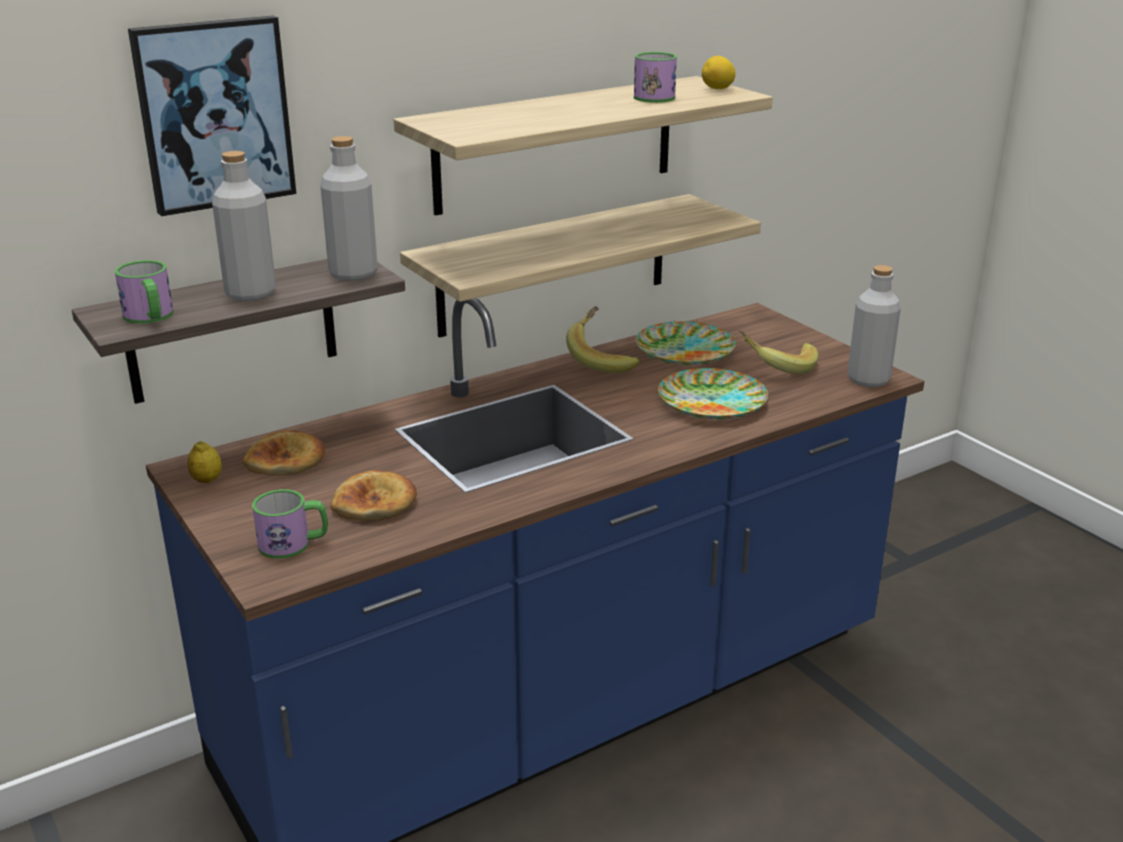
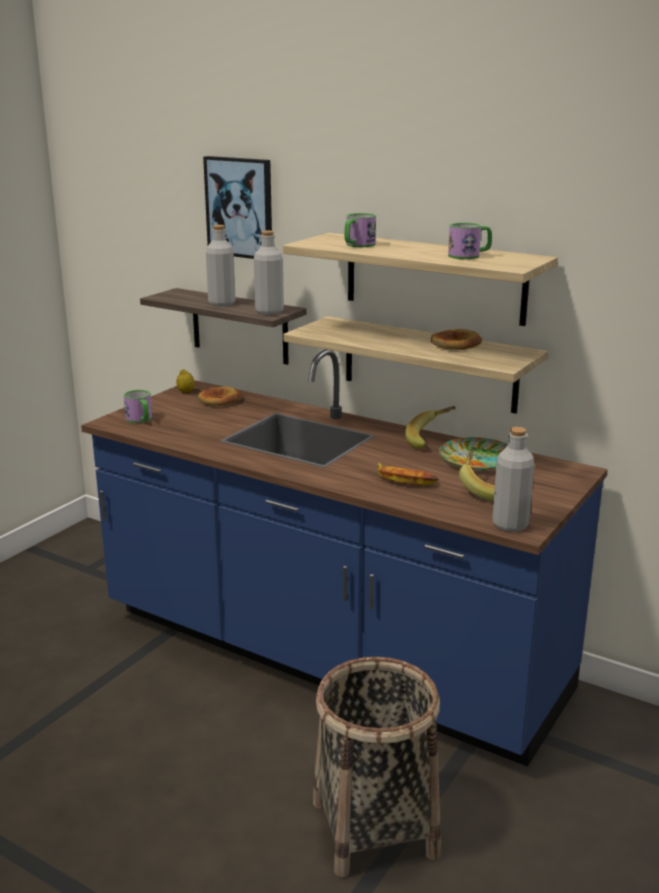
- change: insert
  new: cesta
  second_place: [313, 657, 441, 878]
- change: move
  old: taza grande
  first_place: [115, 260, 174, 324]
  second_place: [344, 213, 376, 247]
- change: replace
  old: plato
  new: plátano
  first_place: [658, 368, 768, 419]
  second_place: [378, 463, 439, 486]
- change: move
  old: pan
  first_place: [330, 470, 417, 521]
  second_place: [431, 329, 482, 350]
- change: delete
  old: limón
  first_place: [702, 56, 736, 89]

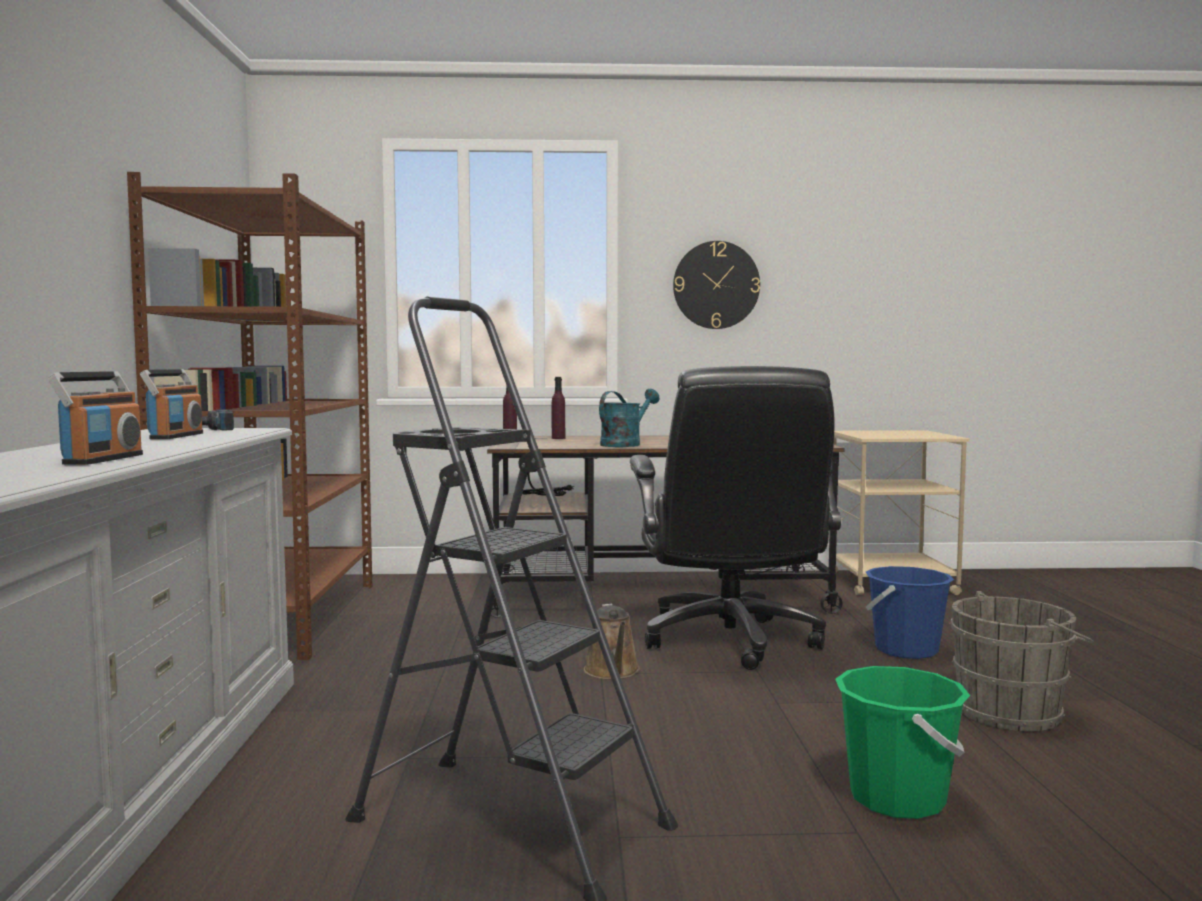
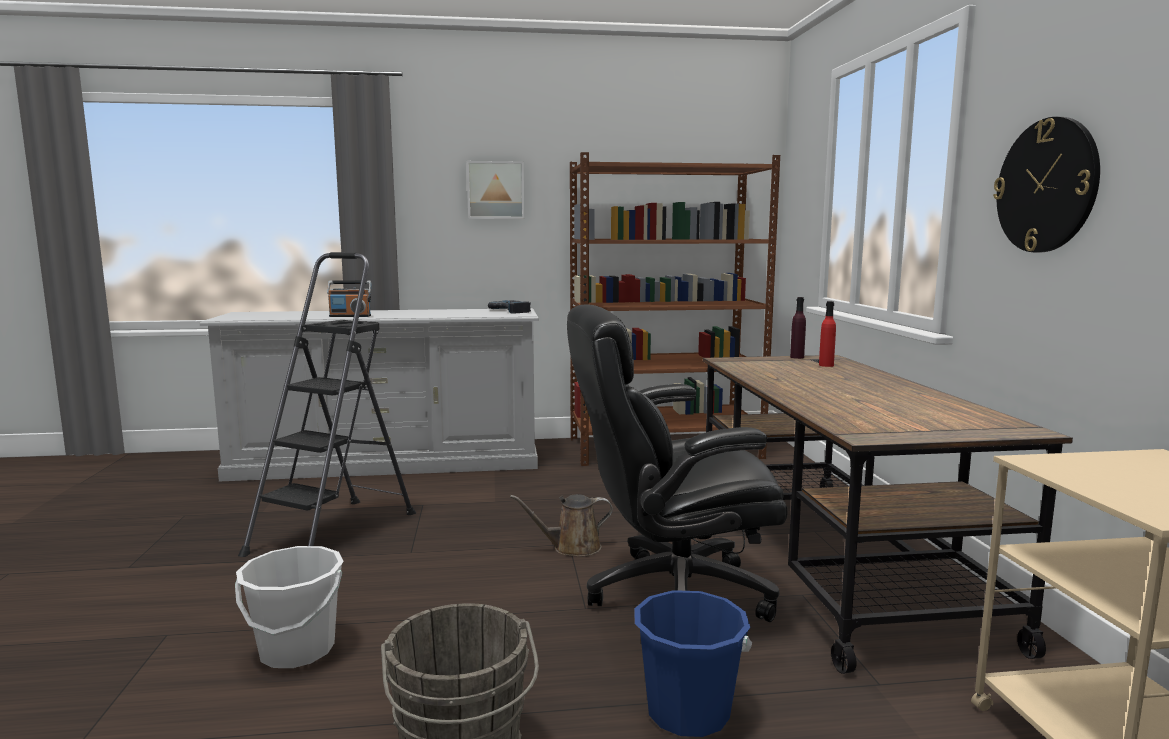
- change: recolor
  old: cubo [verde]
  new: cubo [blanco]
  first_place: [835, 666, 970, 819]
  second_place: [235, 546, 344, 668]
- change: insert
  new: cuadro
  second_place: [467, 161, 524, 219]
- change: recolor
  old: botella [morado]
  new: botella [rojo]
  first_place: [552, 377, 565, 439]
  second_place: [819, 301, 836, 367]
- change: delete
  old: radio
  first_place: [140, 369, 203, 439]
- change: delete
  old: regadera [turquesa]
  first_place: [599, 389, 660, 447]

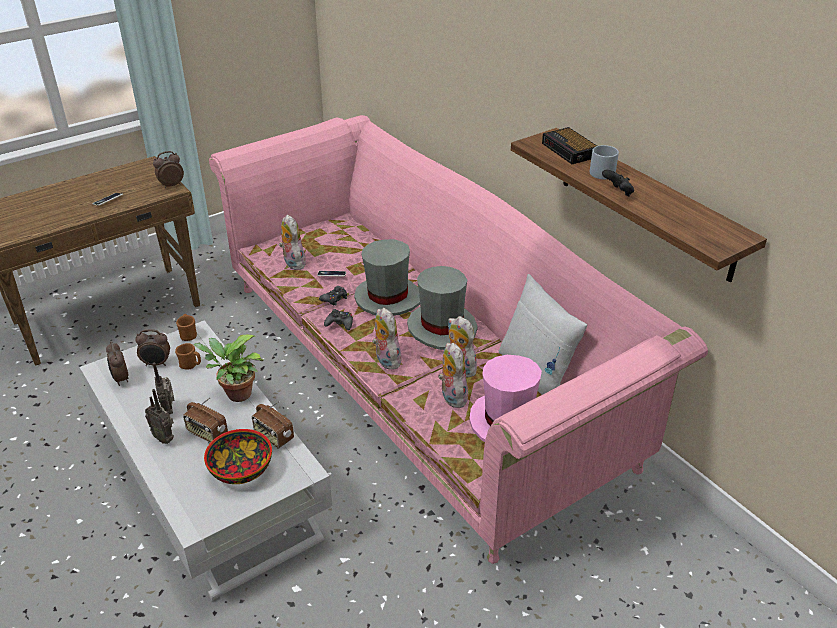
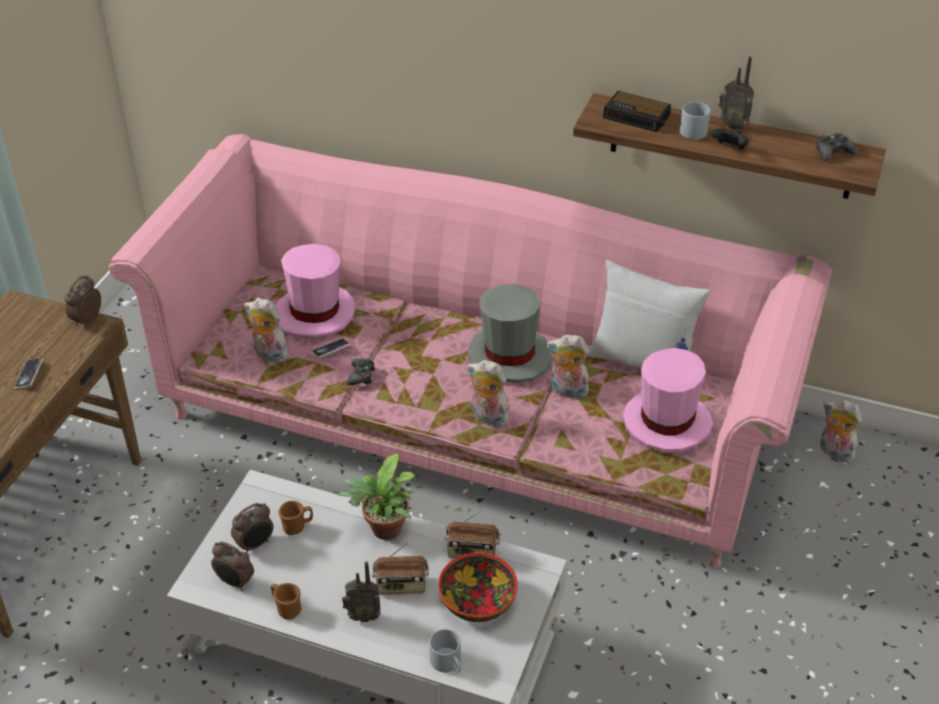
- change: move
  old: taza grande [marrón]
  first_place: [176, 314, 197, 341]
  second_place: [271, 583, 302, 620]
- change: insert
  new: sombrero [rosa]
  second_place: [276, 244, 355, 338]
- change: insert
  new: taza grande [gris]
  second_place: [429, 629, 461, 673]
- change: move
  old: radio
  first_place: [153, 362, 174, 415]
  second_place: [719, 56, 754, 130]
- change: move
  old: mando de consola [negro]
  first_place: [324, 309, 353, 330]
  second_place: [816, 133, 858, 161]
- change: move
  old: peluche
  first_place: [438, 343, 468, 408]
  second_place: [820, 400, 862, 462]
- change: delete
  old: sombrero [gris]
  first_place: [354, 239, 420, 316]

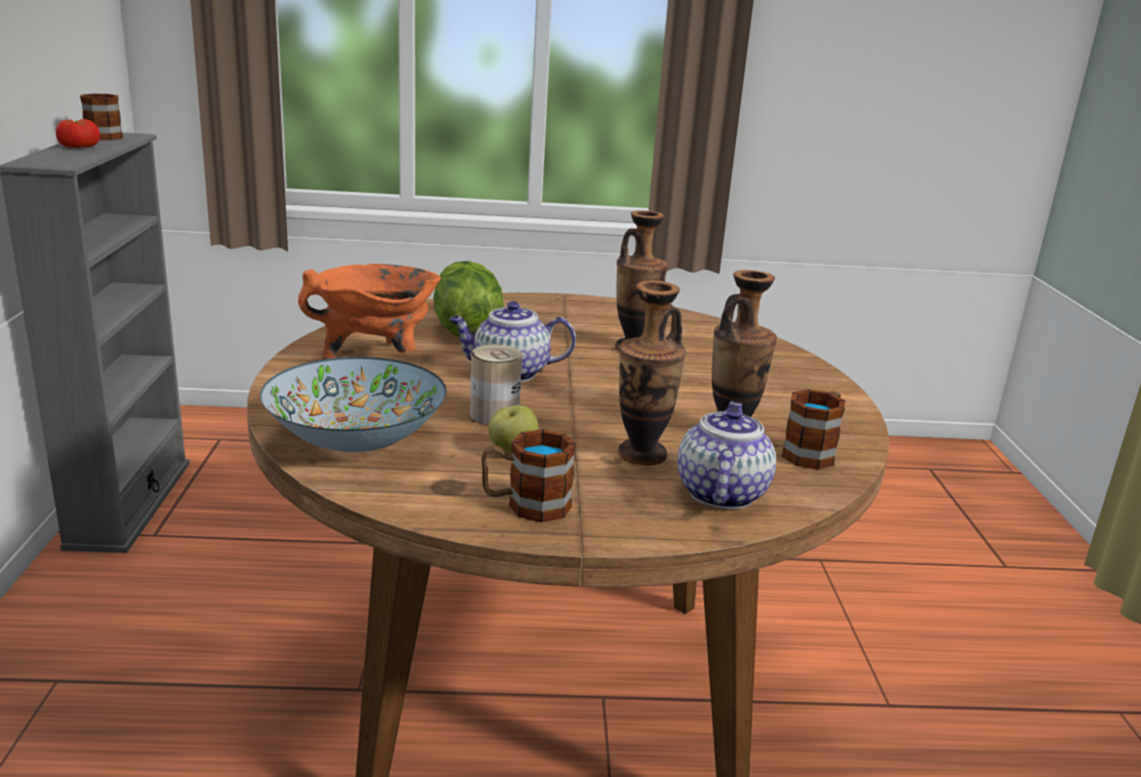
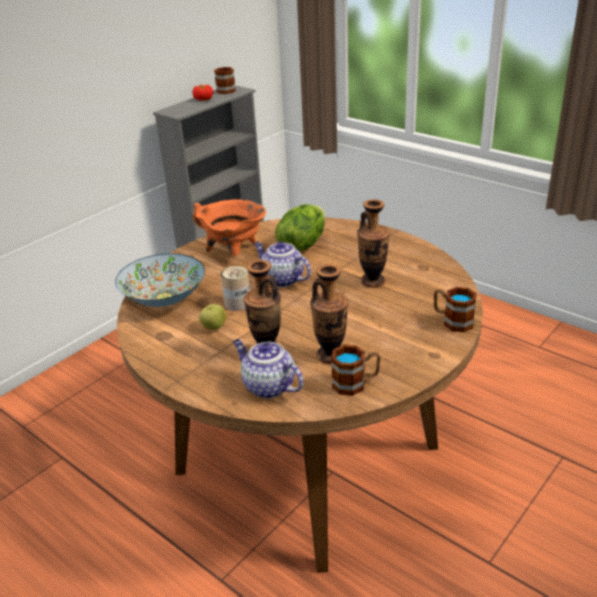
- change: rotate
  old: tetera
  first_place: [677, 401, 776, 509]
  second_place: [233, 339, 304, 399]
  degrees: -105
- change: move
  old: taza grande
  first_place: [481, 429, 576, 522]
  second_place: [434, 287, 477, 332]

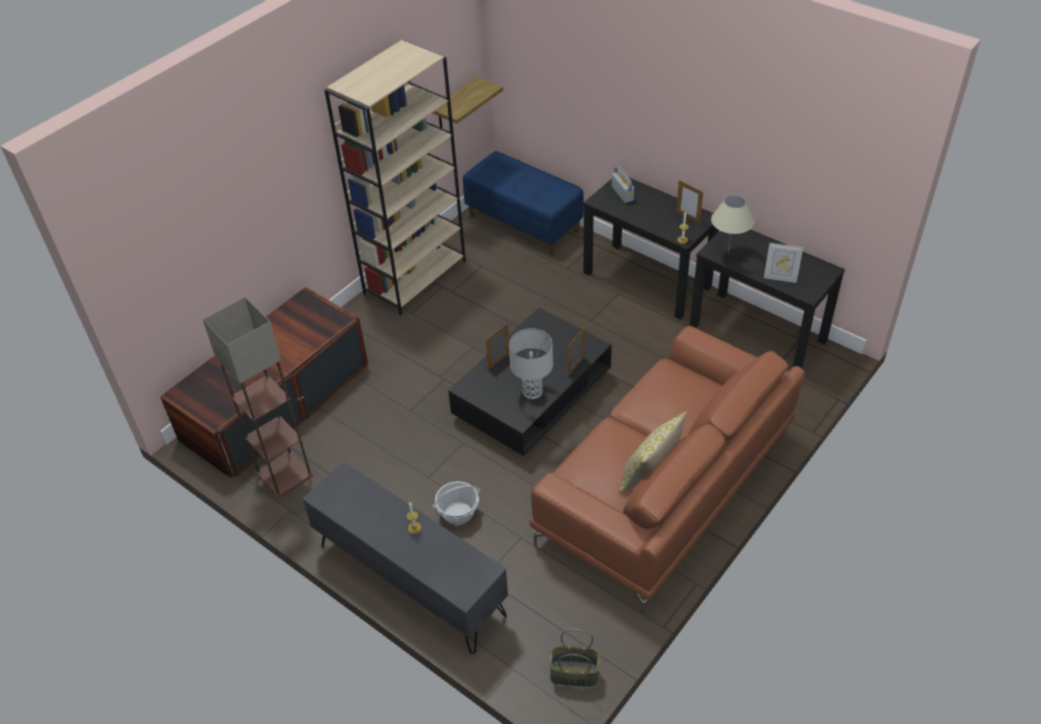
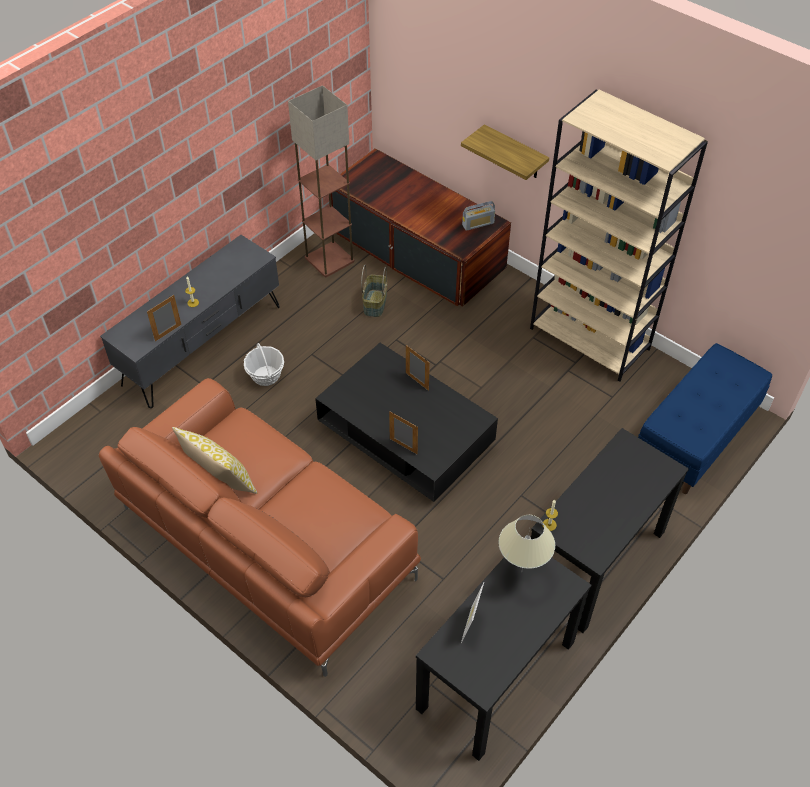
- change: move
  old: portarretratos
  first_place: [676, 180, 703, 224]
  second_place: [147, 295, 181, 342]
- change: move
  old: cesta
  first_place: [549, 629, 600, 687]
  second_place: [361, 265, 387, 317]
- change: move
  old: estante
  first_place: [433, 77, 503, 128]
  second_place: [461, 125, 549, 180]
- change: move
  old: radio
  first_place: [612, 166, 634, 203]
  second_place: [462, 201, 495, 231]
- change: delete
  old: lámpara de mesa [blanco]
  first_place: [509, 328, 553, 399]

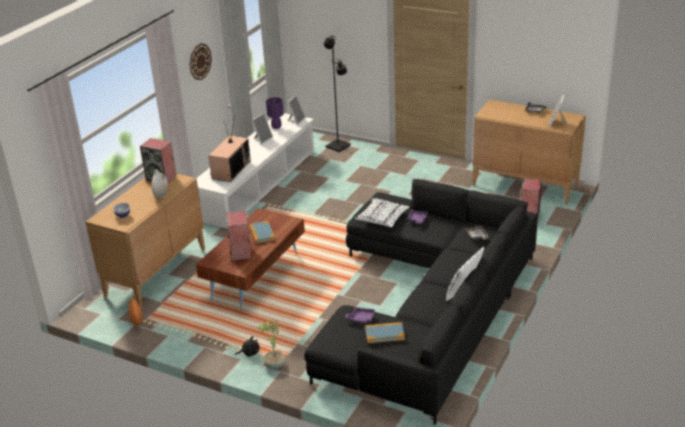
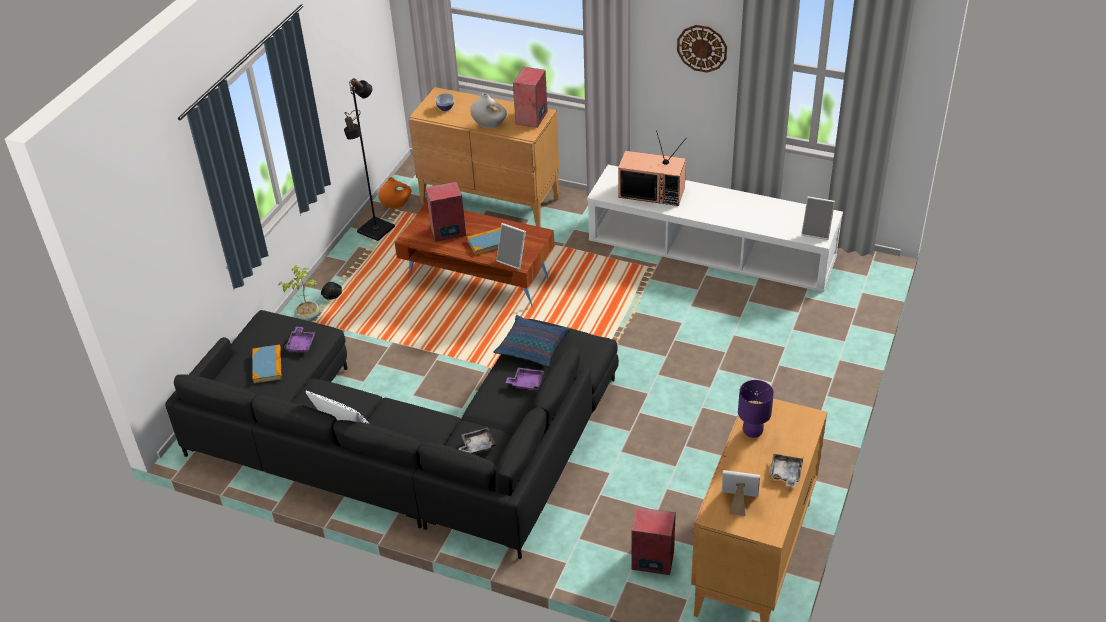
- change: move
  old: lámpara de pie [negro]
  first_place: [324, 35, 351, 152]
  second_place: [344, 78, 395, 241]
- change: recolor
  old: cojín [blanco]
  new: cojín [azul]
  first_place: [355, 198, 409, 227]
  second_place: [493, 315, 571, 367]
- change: move
  old: portarretratos
  first_place: [252, 113, 273, 144]
  second_place: [496, 223, 526, 269]
- change: move
  old: lámpara de mesa [morado]
  first_place: [266, 97, 284, 129]
  second_place: [738, 380, 774, 438]

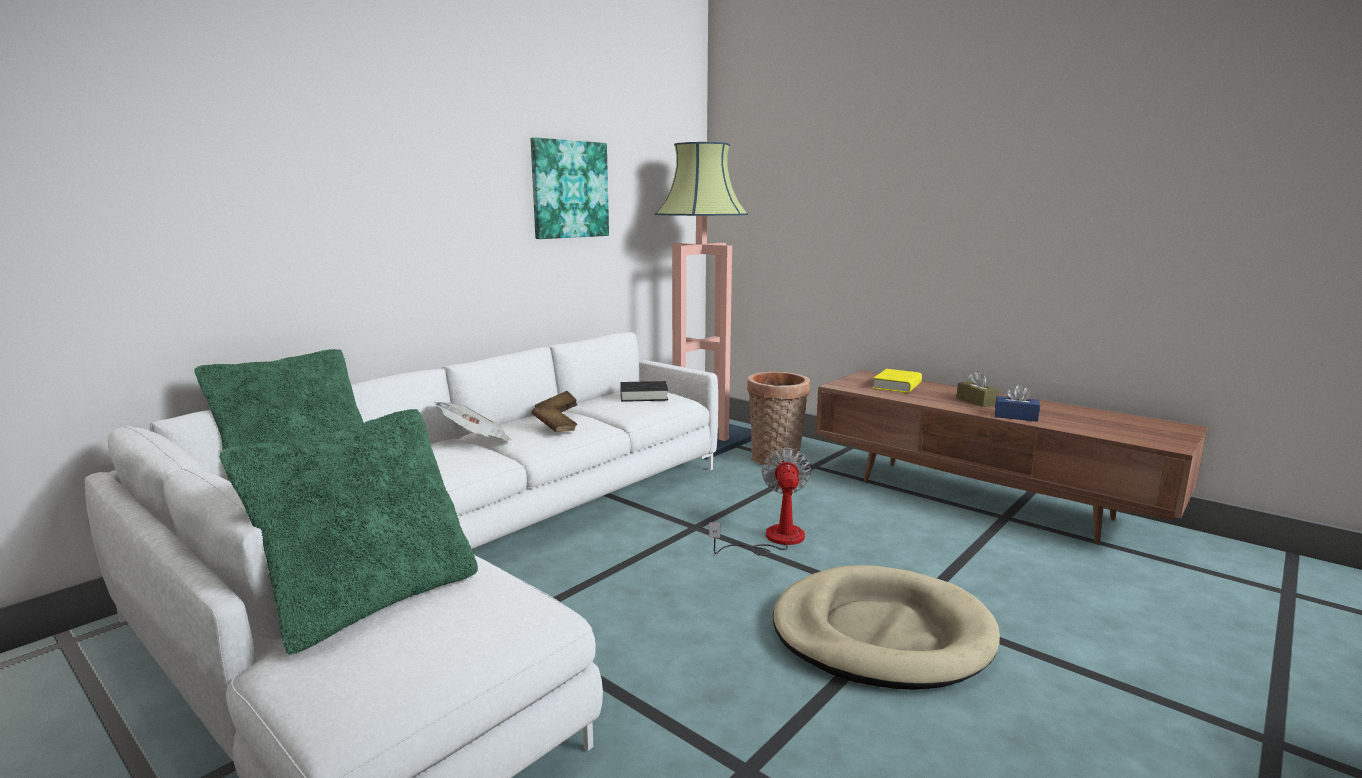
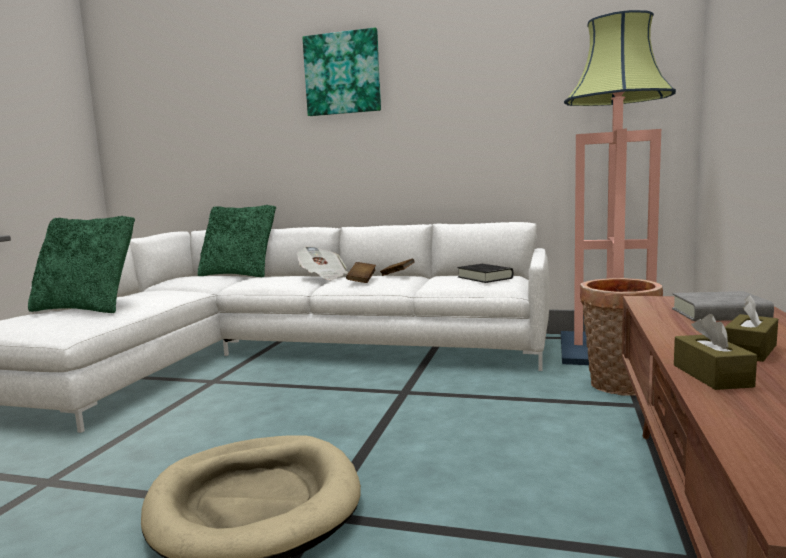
- change: move
  old: cuadro
  first_place: [531, 138, 609, 239]
  second_place: [302, 27, 381, 116]
- change: recolor
  old: libro [amarillo]
  new: libro [gris]
  first_place: [873, 369, 922, 393]
  second_place: [672, 291, 774, 321]
- change: recolor
  old: caja de pañuelos [azul]
  new: caja de pañuelos [marrón]
  first_place: [995, 384, 1040, 422]
  second_place: [674, 314, 757, 390]
- change: delete
  old: ventilador
  first_place: [709, 448, 811, 556]

